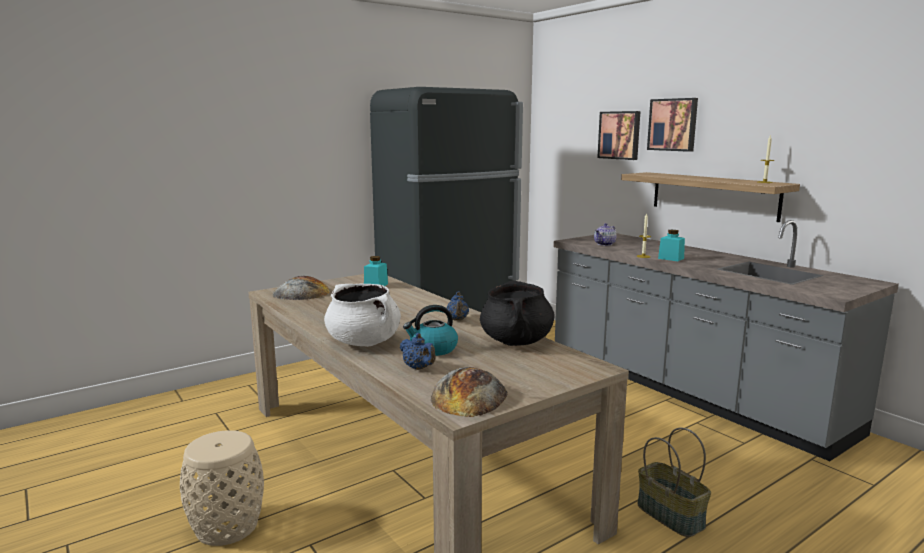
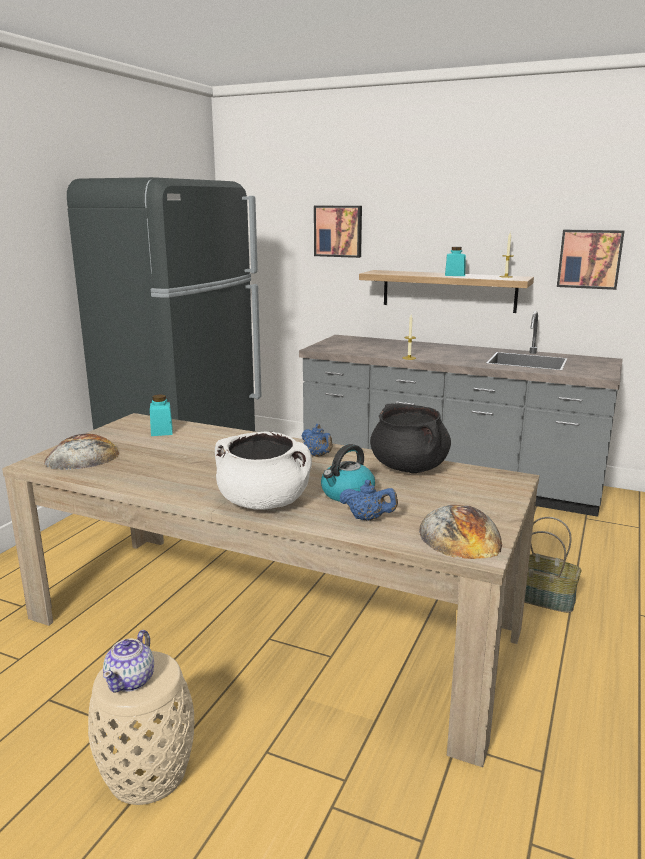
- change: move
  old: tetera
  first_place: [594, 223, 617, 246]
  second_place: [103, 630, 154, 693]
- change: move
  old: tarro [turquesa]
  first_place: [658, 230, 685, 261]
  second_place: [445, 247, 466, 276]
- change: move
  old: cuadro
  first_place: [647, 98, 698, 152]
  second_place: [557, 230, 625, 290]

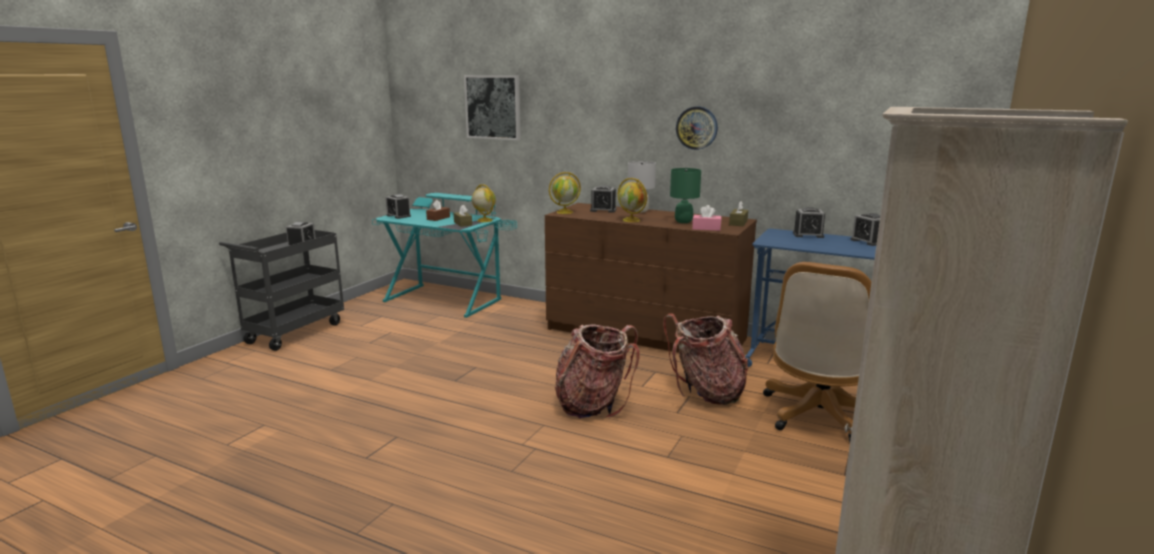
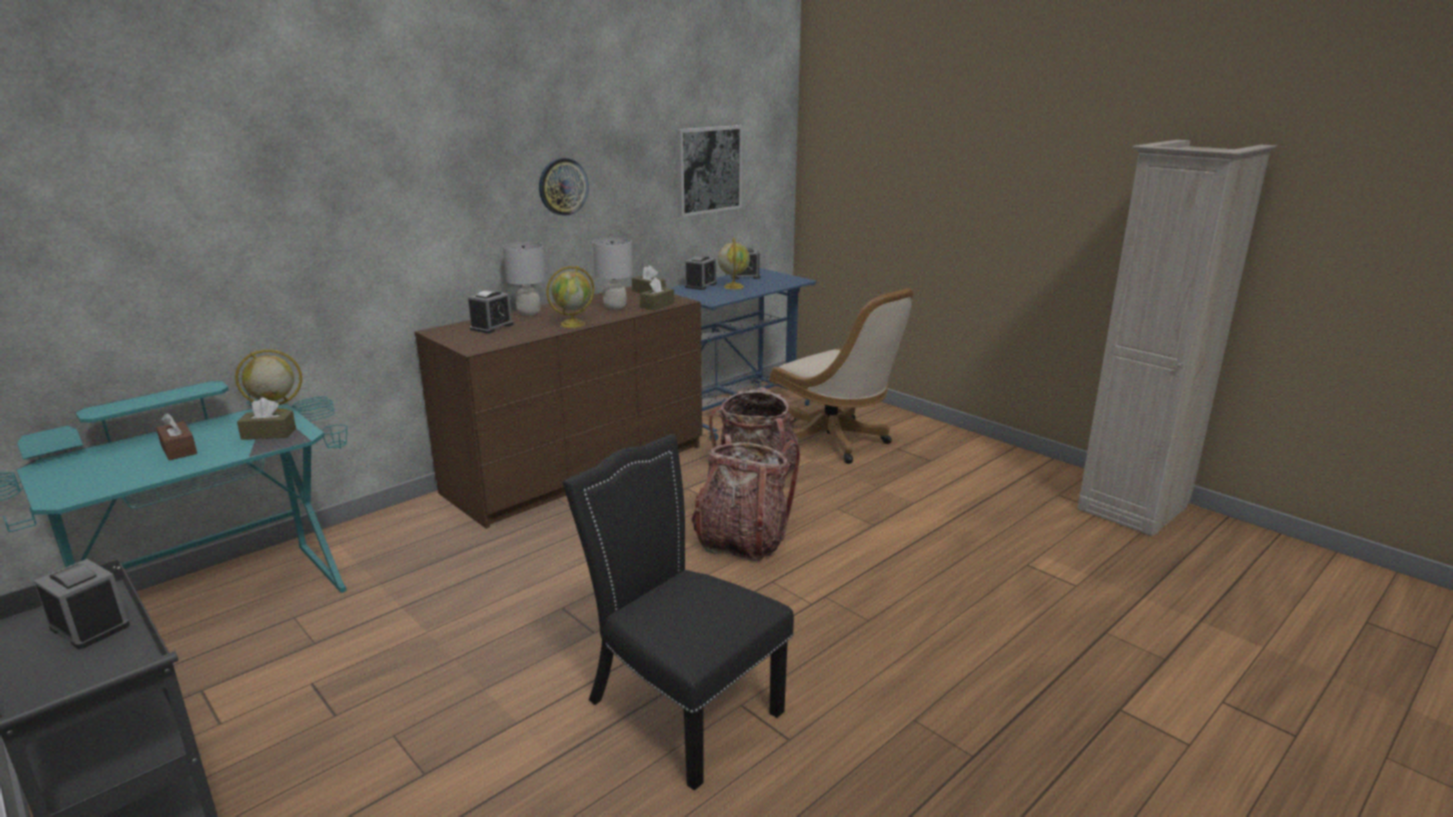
- change: insert
  new: silla [negro]
  second_place: [562, 434, 794, 790]
- change: recolor
  old: lámpara de mesa [verde]
  new: lámpara de mesa [gris]
  first_place: [670, 168, 701, 223]
  second_place: [593, 238, 633, 310]
- change: recolor
  old: caja de pañuelos [rosa]
  new: caja de pañuelos [marrón]
  first_place: [692, 205, 722, 231]
  second_place: [640, 277, 674, 311]
- change: move
  old: cuadro
  first_place: [464, 75, 521, 140]
  second_place: [676, 125, 742, 217]
- change: move
  old: globo terráqueo
  first_place: [549, 172, 581, 214]
  second_place: [718, 238, 750, 289]
- change: delete
  old: despertador
  first_place: [386, 194, 411, 219]

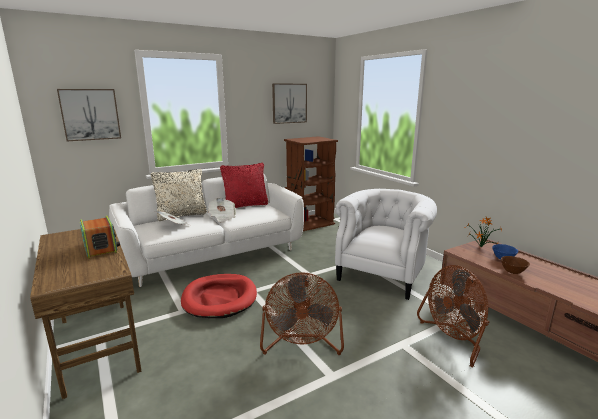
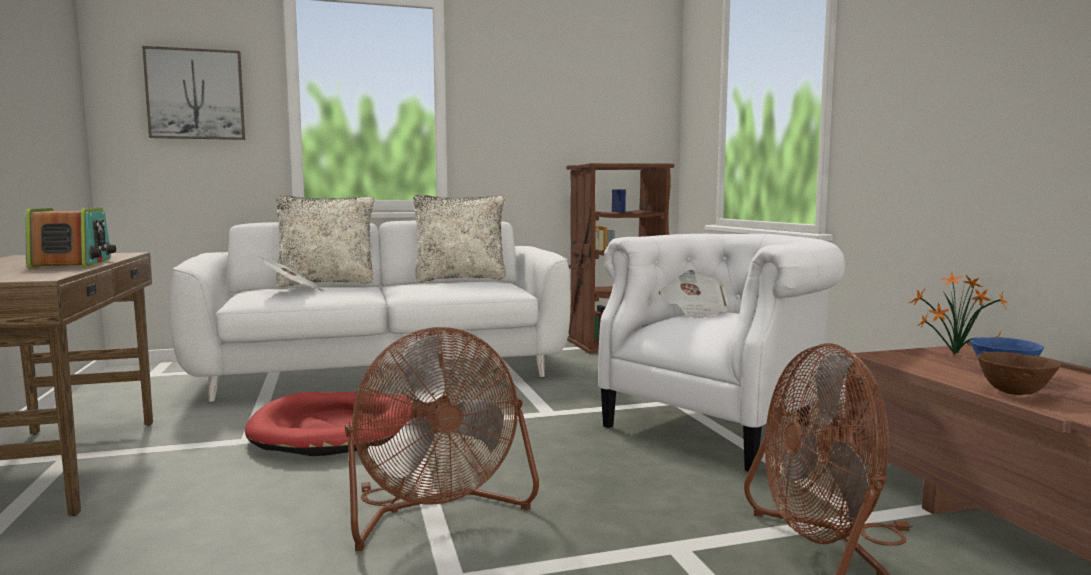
- change: rotate
  old: ventilador [marrón]
  first_place: [260, 273, 344, 355]
  second_place: [345, 327, 539, 551]
  degrees: -45
- change: recolor
  old: cojín [rojo]
  new: cojín [beis]
  first_place: [220, 163, 268, 208]
  second_place: [413, 194, 506, 282]
- change: move
  old: periódico
  first_place: [208, 198, 236, 222]
  second_place: [658, 270, 728, 318]
- change: delete
  old: cuadro
  first_place: [272, 83, 307, 124]

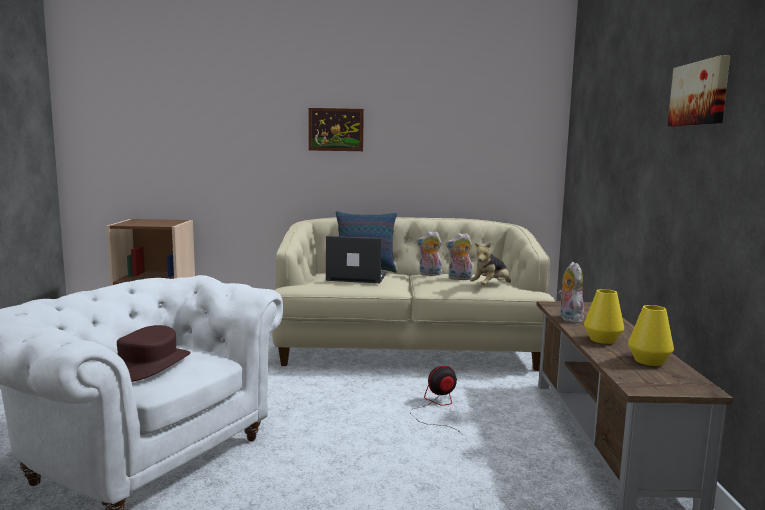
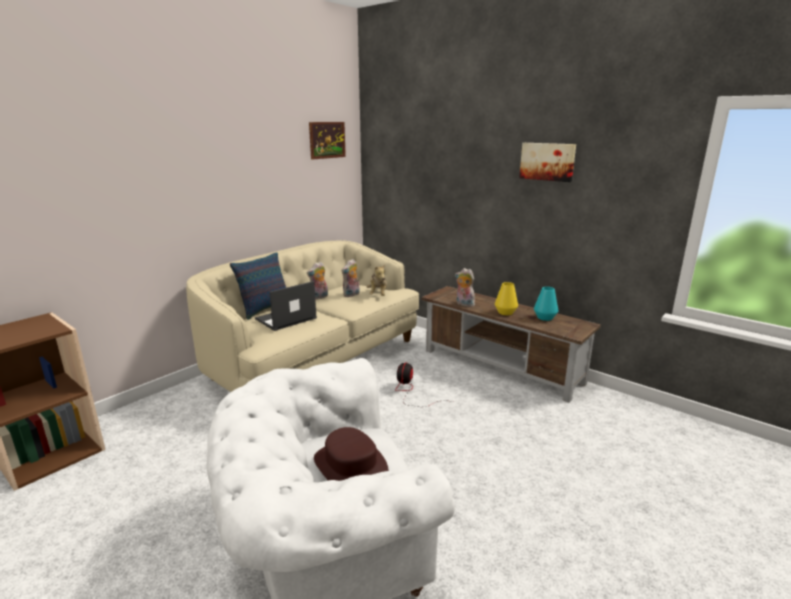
- change: move
  old: cuadro
  first_place: [308, 108, 364, 151]
  second_place: [309, 122, 346, 160]
- change: recolor
  old: florero [amarillo]
  new: florero [turquesa]
  first_place: [628, 305, 674, 366]
  second_place: [534, 287, 558, 321]

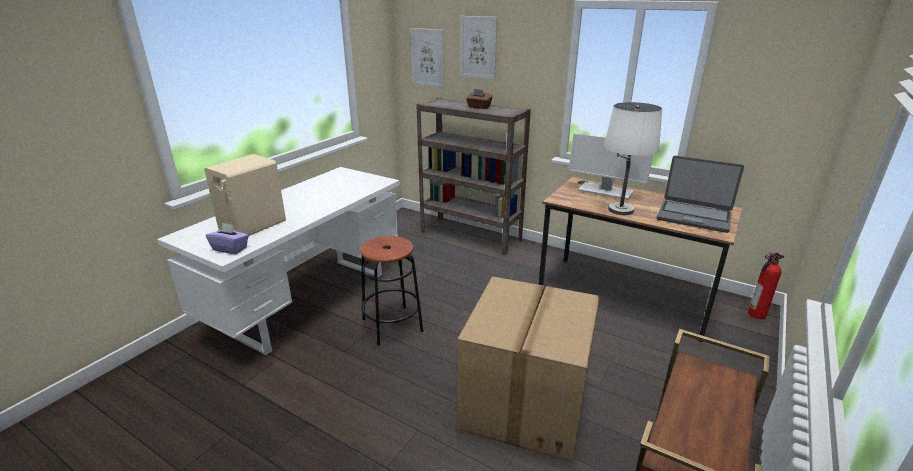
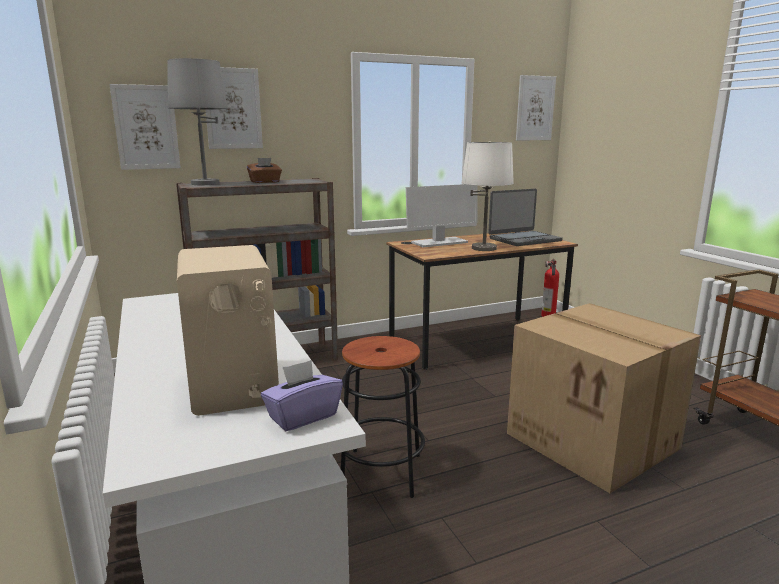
- change: insert
  new: lámpara de mesa [gris]
  second_place: [167, 58, 228, 185]
- change: insert
  new: cuadro
  second_place: [516, 75, 556, 141]

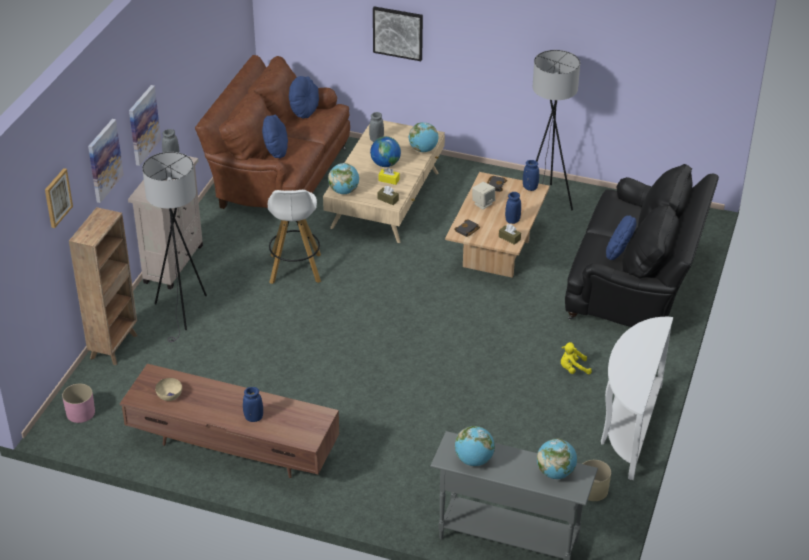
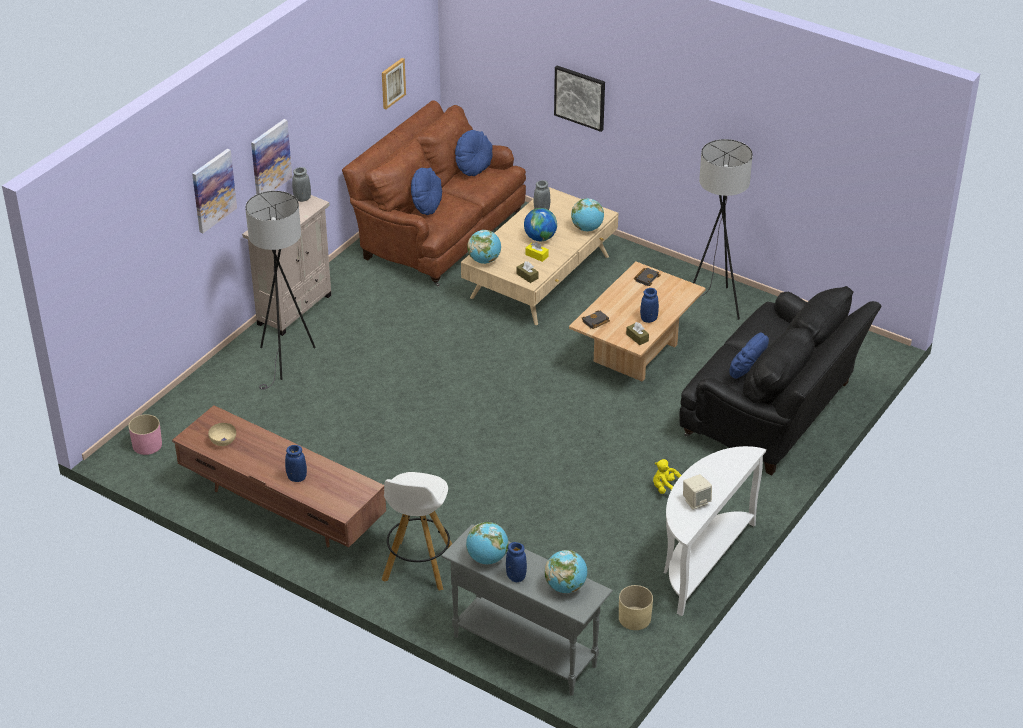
- change: move
  old: taburete [blanco]
  first_place: [268, 190, 321, 284]
  second_place: [381, 472, 452, 591]
- change: move
  old: cuadro
  first_place: [45, 168, 73, 228]
  second_place: [382, 58, 406, 109]
- change: move
  old: florero [azul]
  first_place: [523, 160, 539, 191]
  second_place: [506, 542, 527, 582]
- change: move
  old: altavoz [beis]
  first_place: [472, 182, 495, 210]
  second_place: [683, 474, 712, 510]
- change: delete
  old: estantería [marrón]
  first_place: [69, 207, 137, 365]

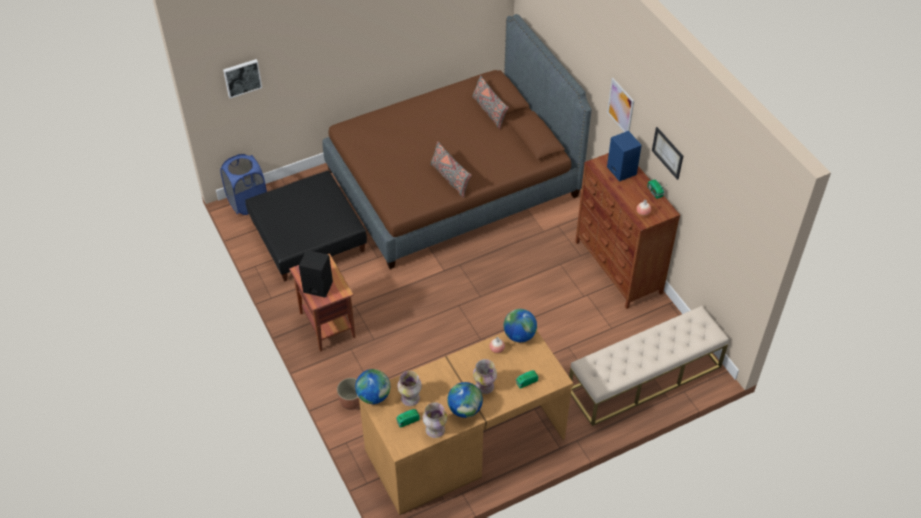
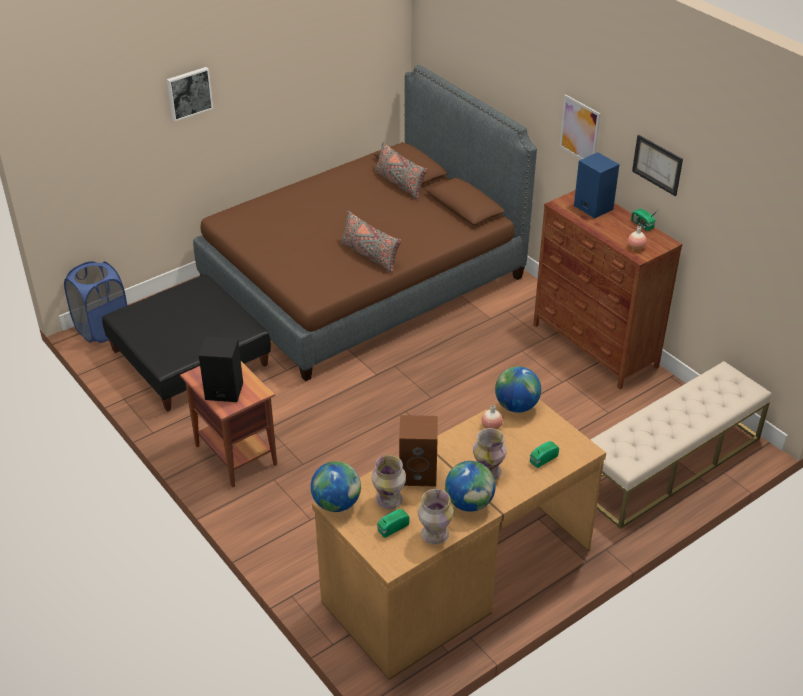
- change: move
  old: cuadro
  first_place: [223, 59, 262, 98]
  second_place: [167, 67, 213, 121]
- change: insert
  new: altavoz [marrón]
  second_place: [399, 415, 438, 487]
- change: delete
  old: maceta
  first_place: [337, 378, 360, 410]

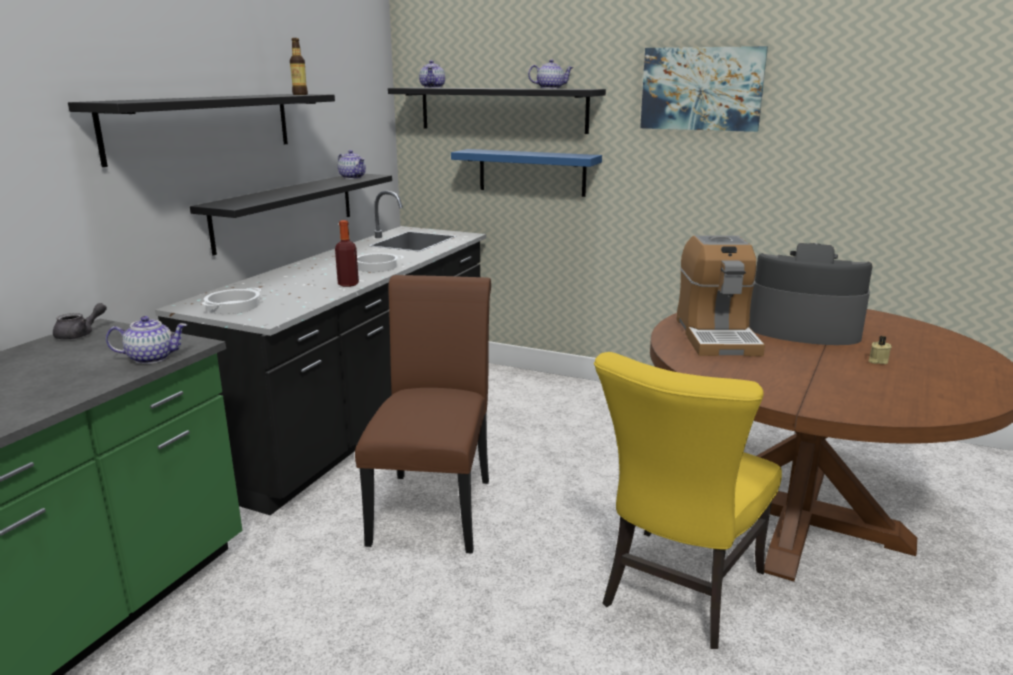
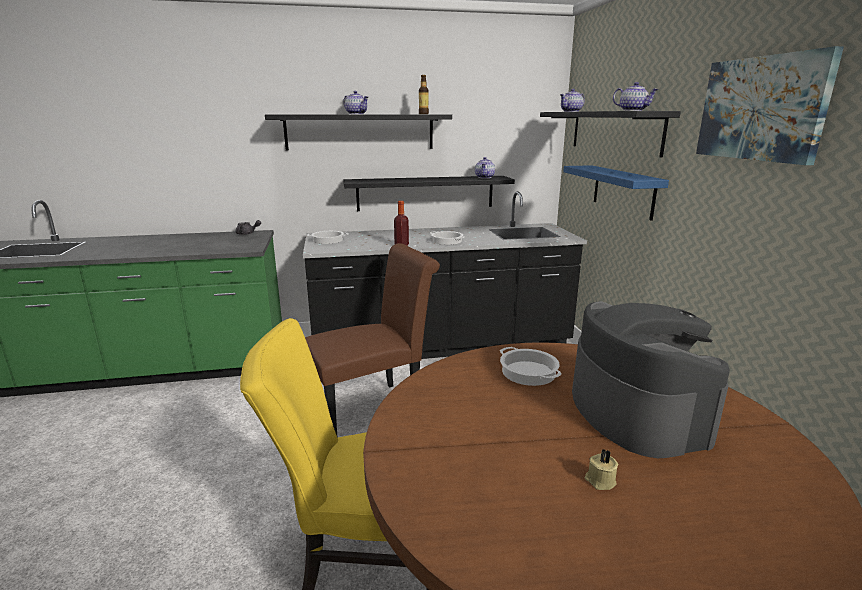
- change: move
  old: tetera
  first_place: [106, 316, 187, 364]
  second_place: [343, 91, 369, 114]
- change: replace
  old: cafetera
  new: olla
  first_place: [676, 235, 765, 356]
  second_place: [500, 347, 562, 386]

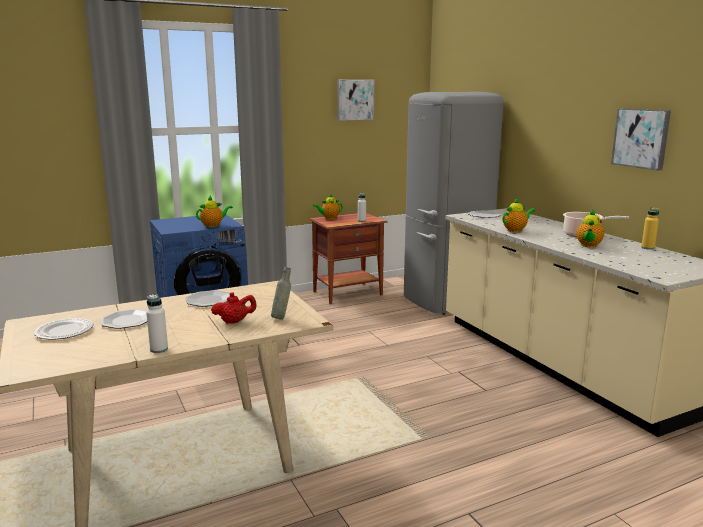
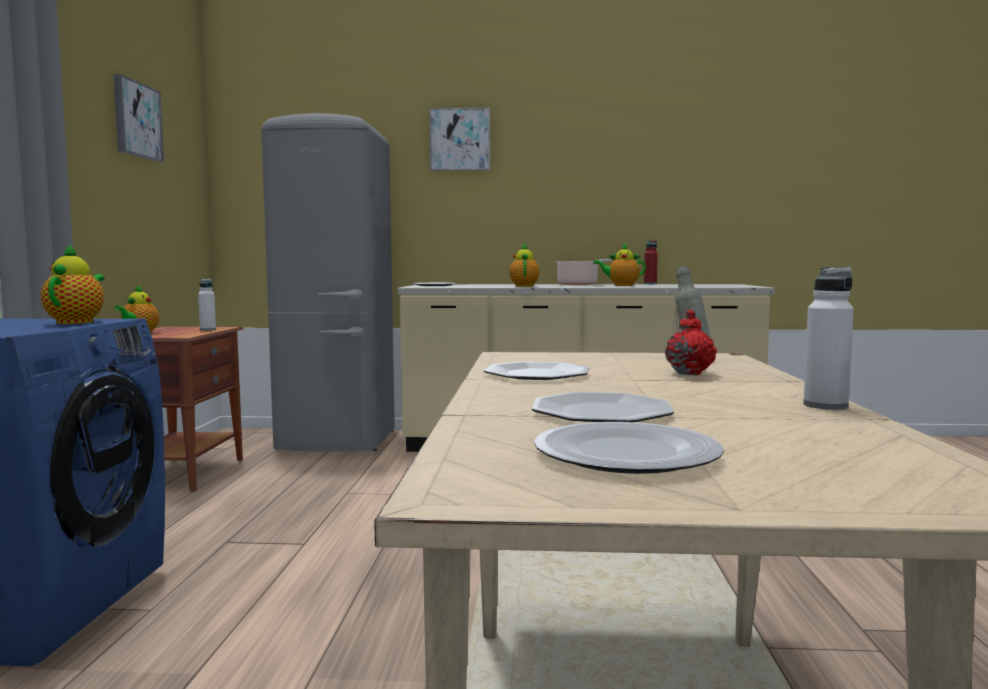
- change: move
  old: cuadro
  first_place: [611, 109, 671, 171]
  second_place: [429, 108, 490, 171]
- change: rotate
  old: tetera
  first_place: [576, 210, 604, 247]
  second_place: [593, 243, 646, 286]
  degrees: 135
- change: recolor
  old: botella [amarillo]
  new: botella [rojo]
  first_place: [641, 207, 659, 250]
  second_place: [644, 240, 658, 284]

